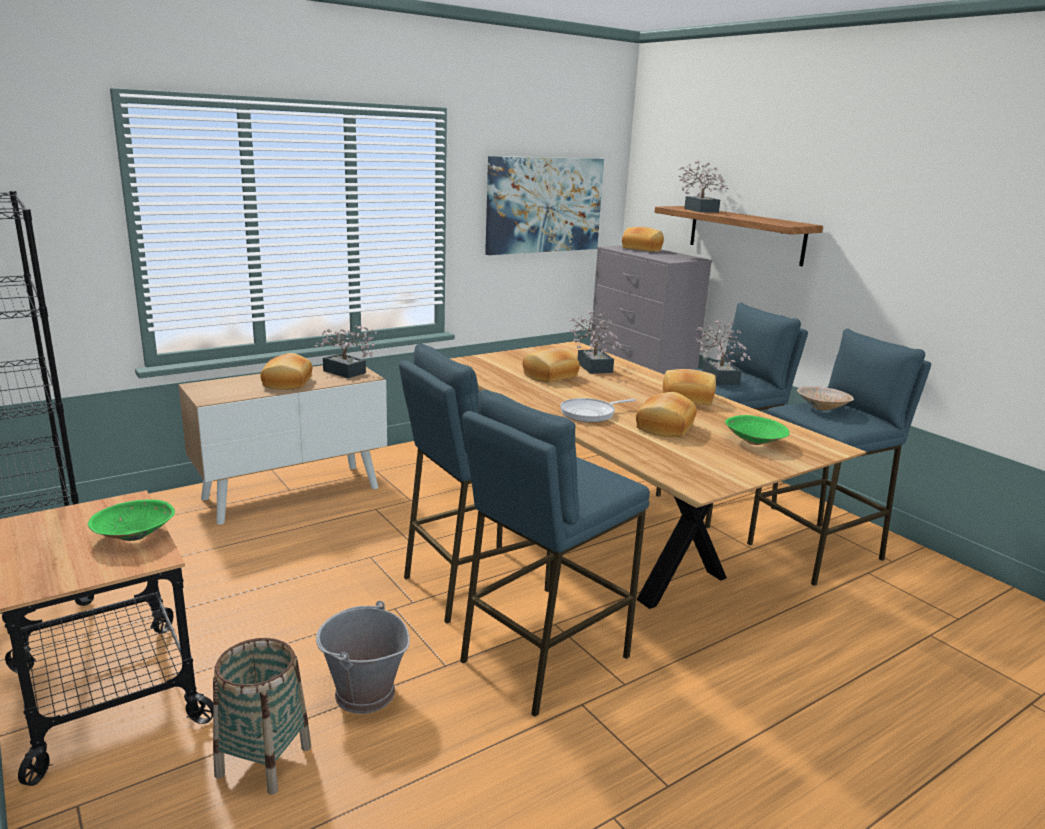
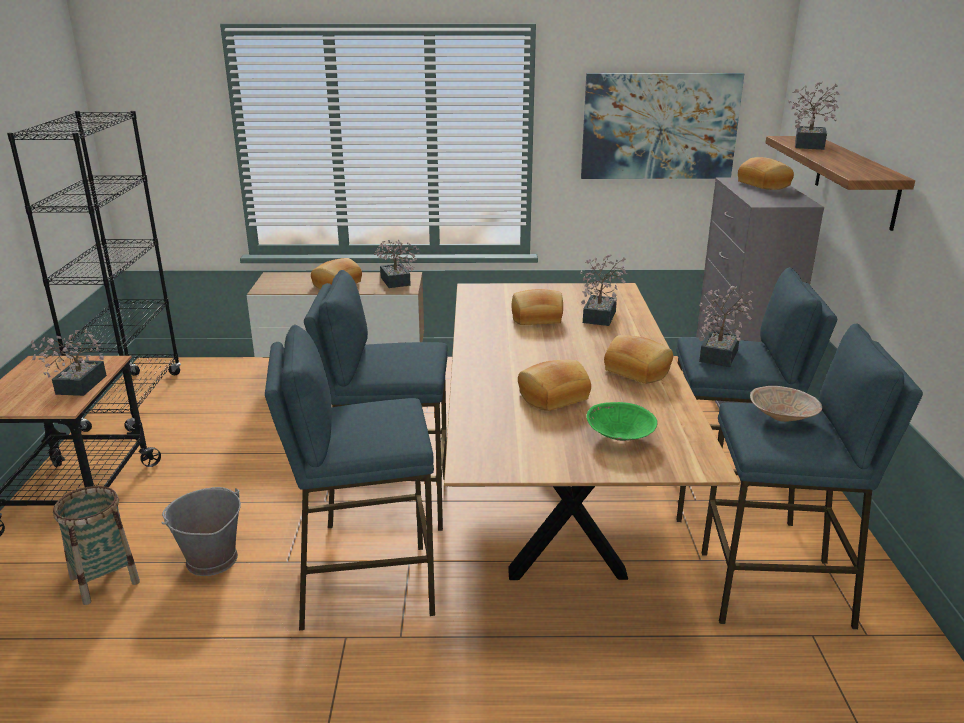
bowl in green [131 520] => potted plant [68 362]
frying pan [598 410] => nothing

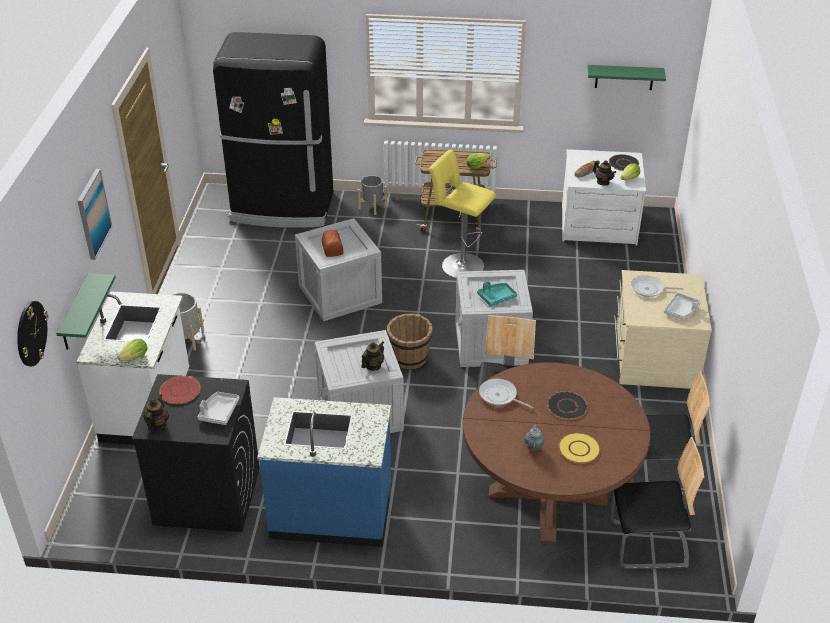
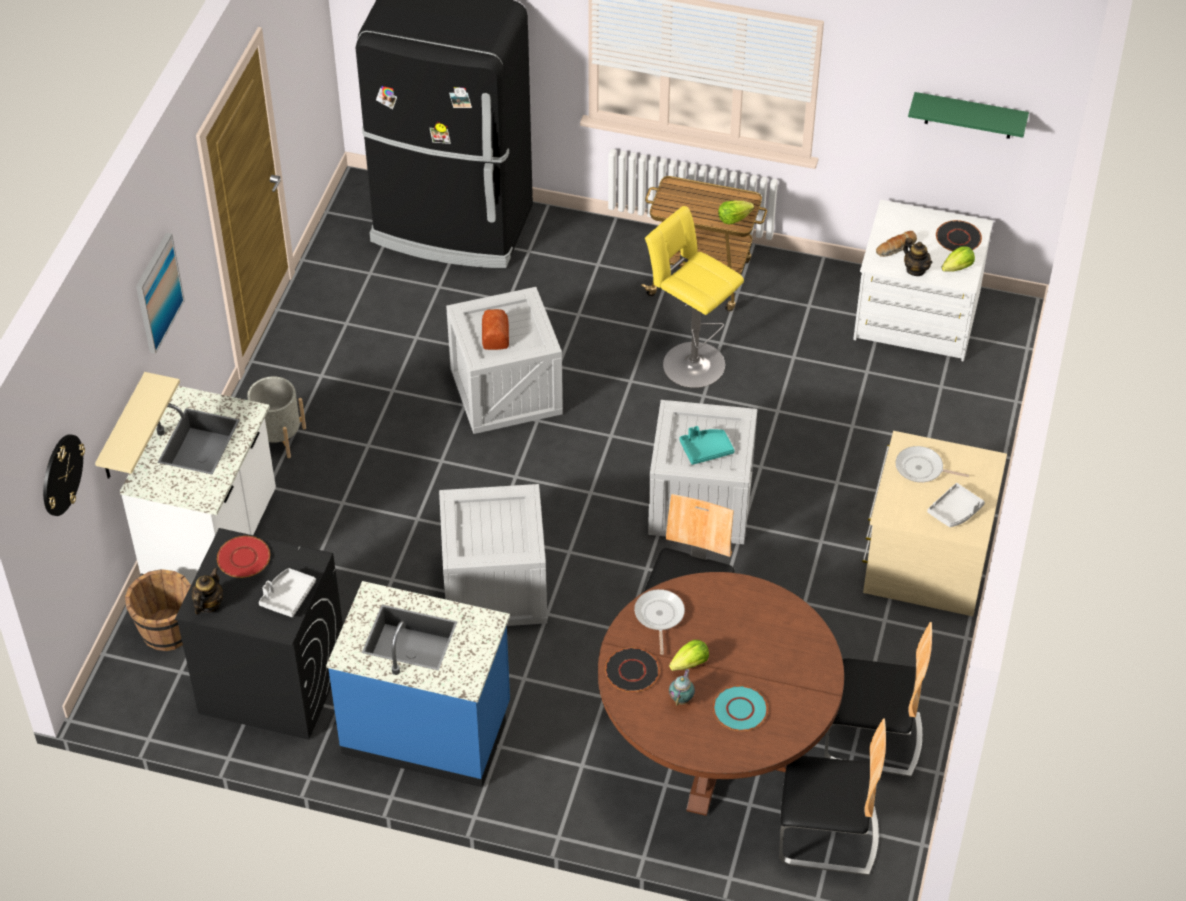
shelf in green [86 311] => shelf in beige [137 425]
lettuce [132 350] => lettuce [689 655], relocated
planter in grey [372 195] => nothing
teapot [372 356] => nothing
bucket in brown [409 341] => bucket in brown [158 610], relocated
frying pan [506 393] => frying pan [659 622], 45 degrees clockwise
plate in black [567 405] => plate in black [632 670], relocated
plate in yellow [579 448] => plate in turquoise [740 708]

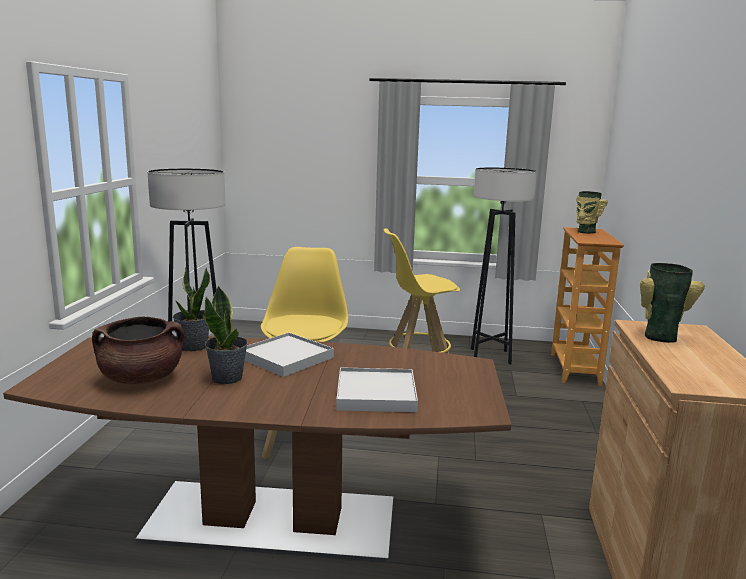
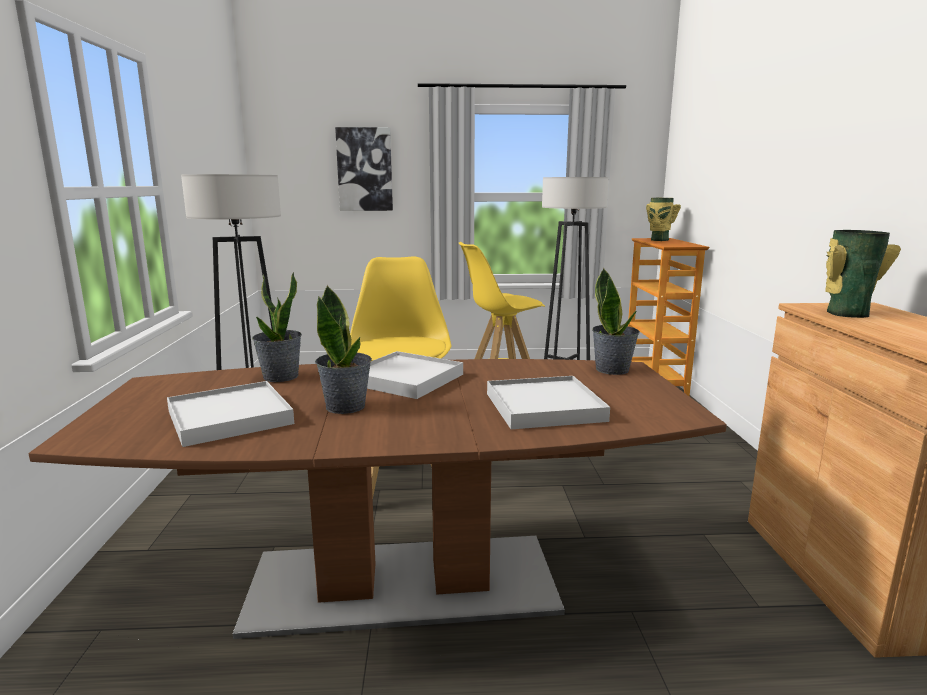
cooking pot in brown [138 350] => tray in white [230 414]
nothing => picture [364 169]
nothing => potted plant [616 321]

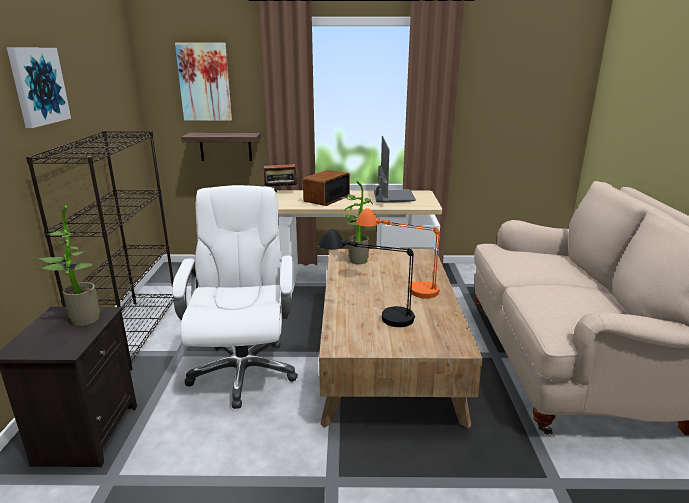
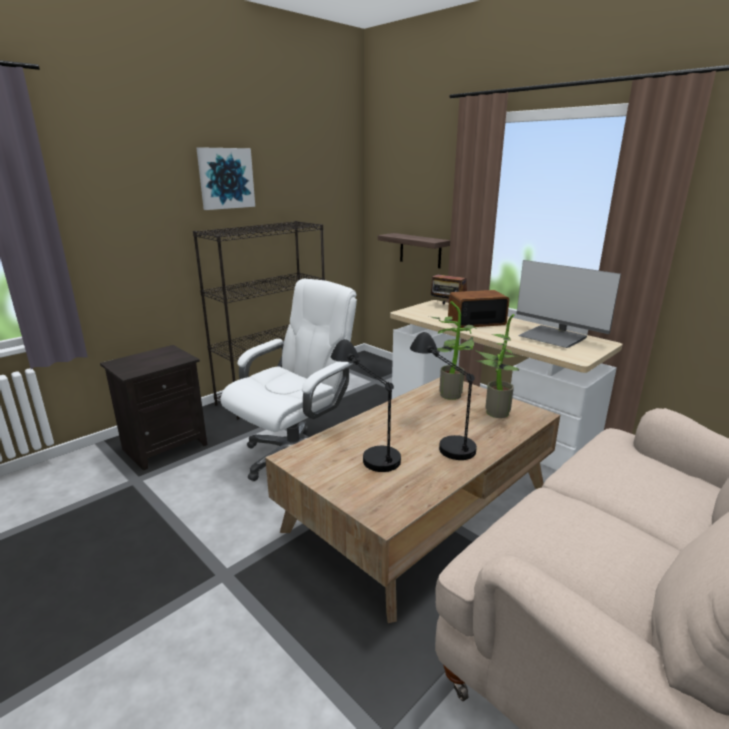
potted plant [67 265] => potted plant [497 366], relocated
picture [203 82] => nothing
table lamp in orange [398 253] => table lamp in black [443 396]
monitor [395 169] => monitor [568 304], 90 degrees clockwise

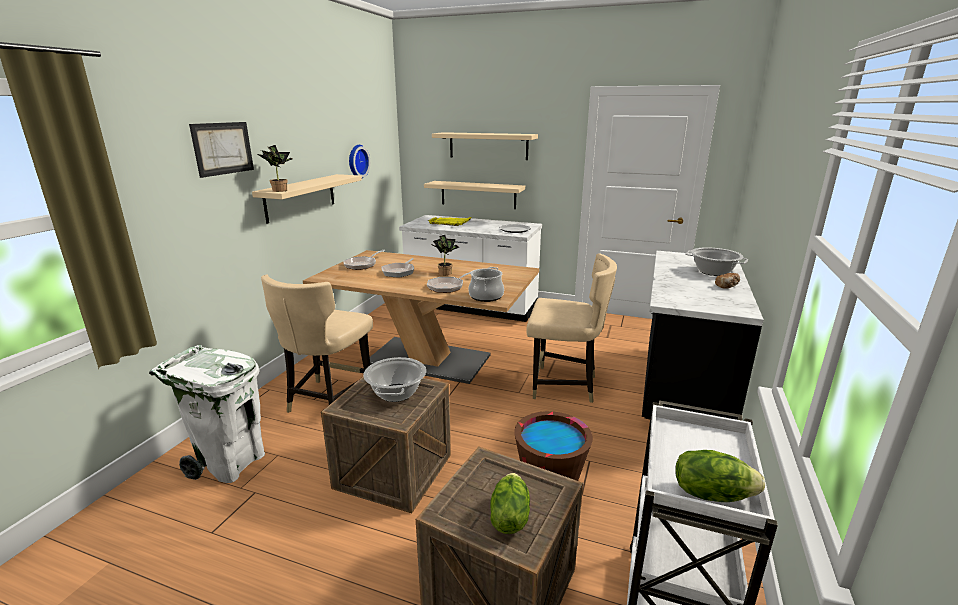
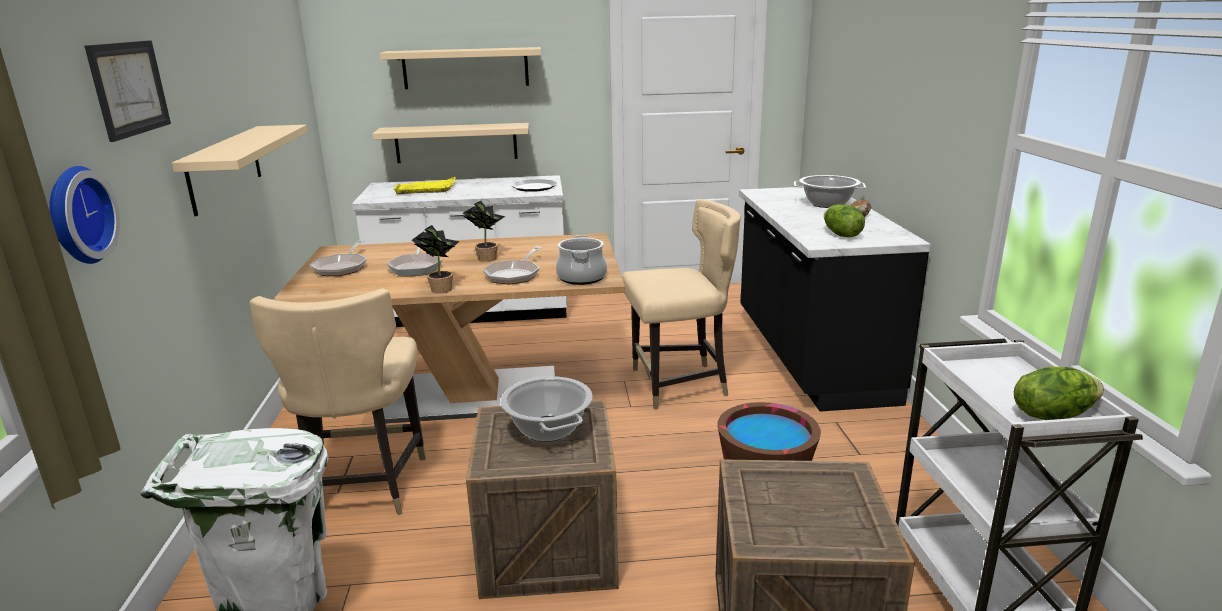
potted plant [275 168] => potted plant [436 259], relocated
wall clock [359 161] => wall clock [84 215], relocated
lettuce [510 503] => lettuce [844 220], relocated

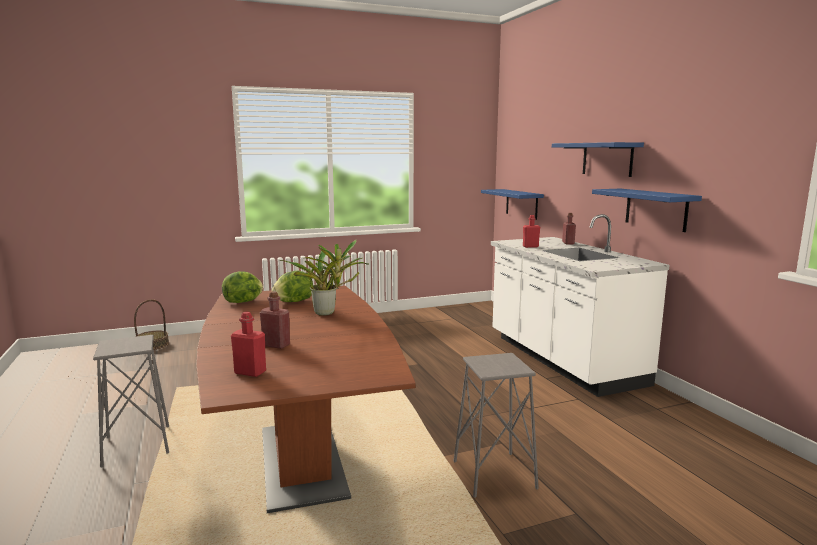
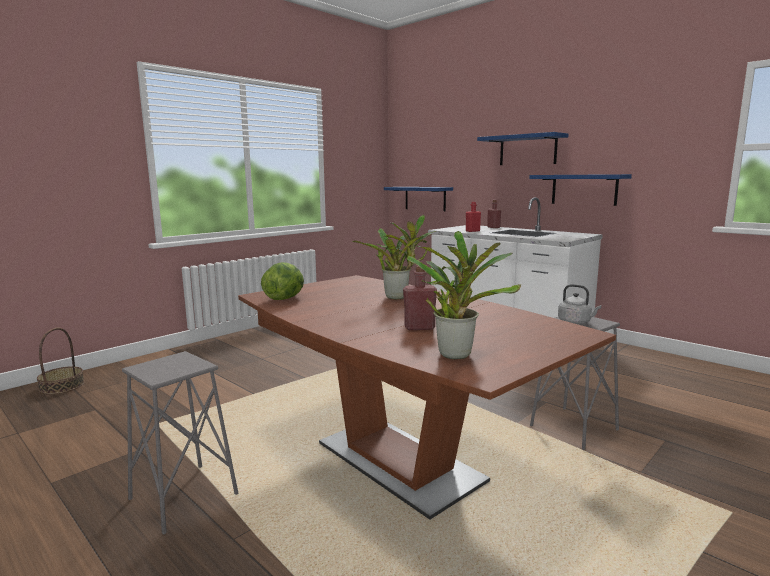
bottle in red [248 344] => potted plant [464 295]
lettuce [291 286] => nothing
nothing => kettle in grey [579 304]

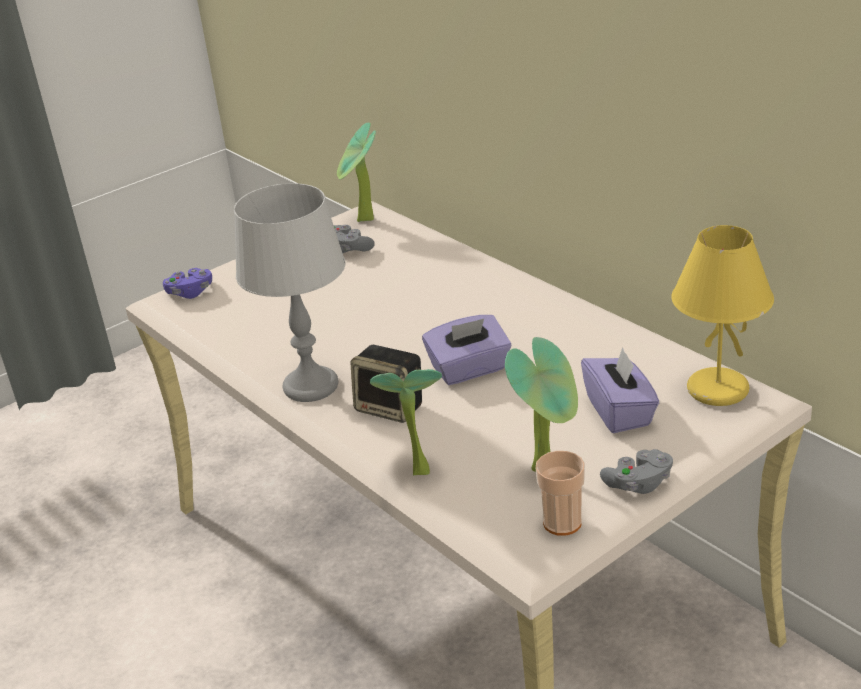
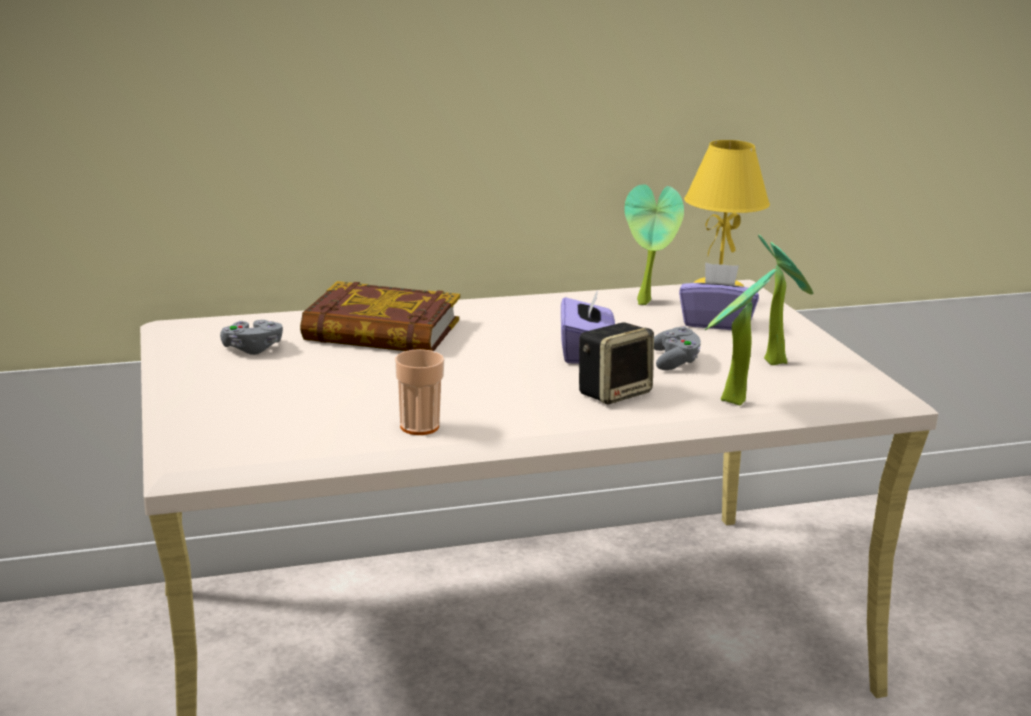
game controller in purple [187 283] => nothing
table lamp in grey [290 292] => nothing
potted plant [356 172] => potted plant [654 244], relocated
cup [560 493] => cup [419 392], relocated
game controller in grey [636 471] => game controller in grey [677 348], relocated
nothing => book [380 316]

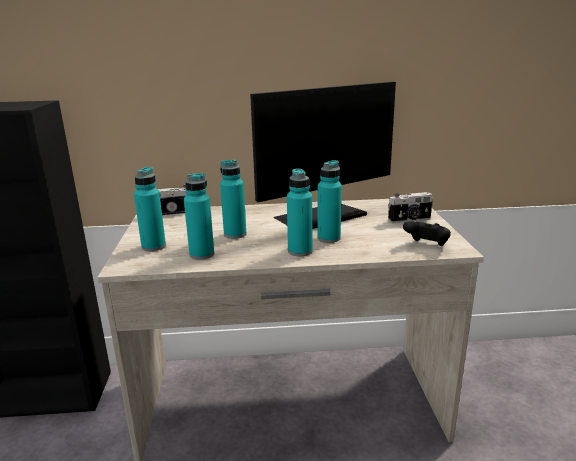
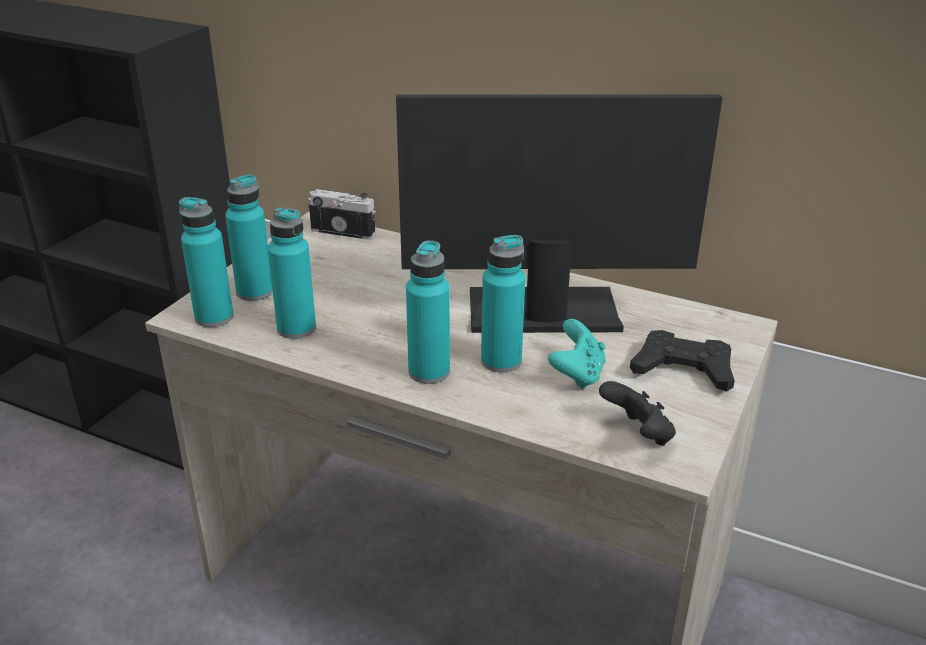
bottle in turquoise [233 199] => bottle in turquoise [206 262], relocated
photo camera [410 207] => game controller in black [682 361]
nothing => game controller in turquoise [576 354]

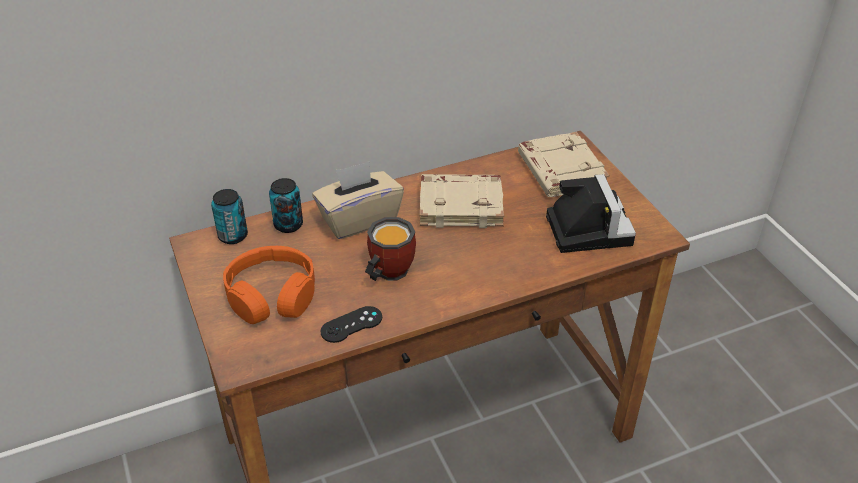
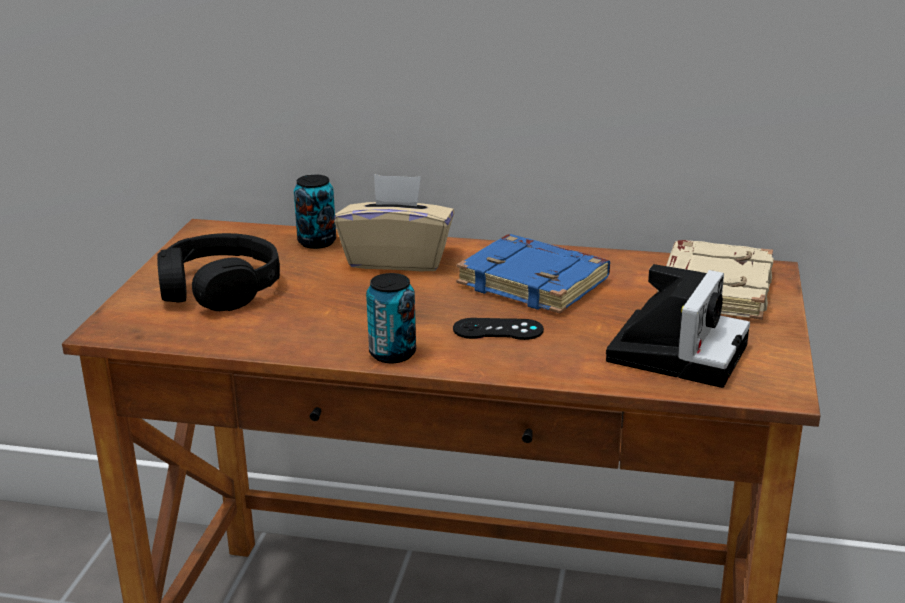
can [229 216] => can [391 318], relocated
headphones in orange [269 285] => headphones in black [218 272]
game controller in black [351 324] => game controller in black [498 329], relocated
mug [390 249] => nothing
book in beige [462 201] => book in blue [533 274]

